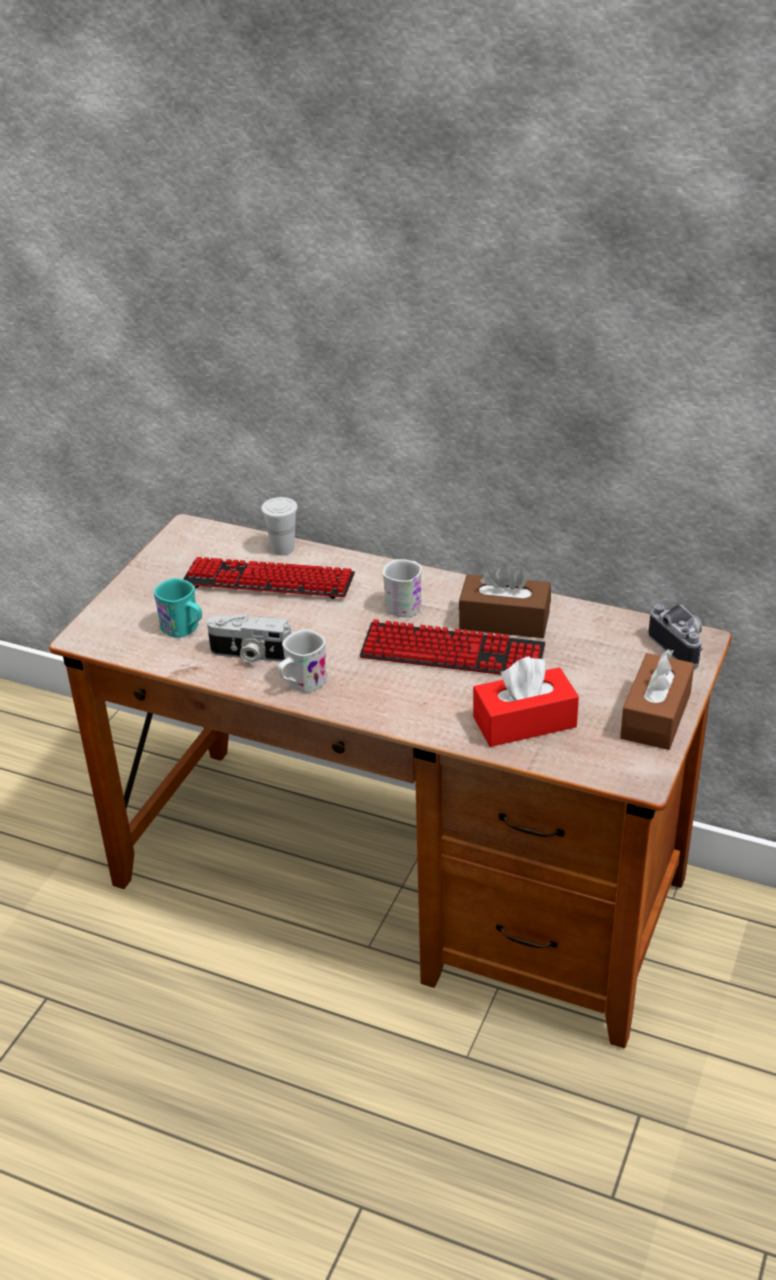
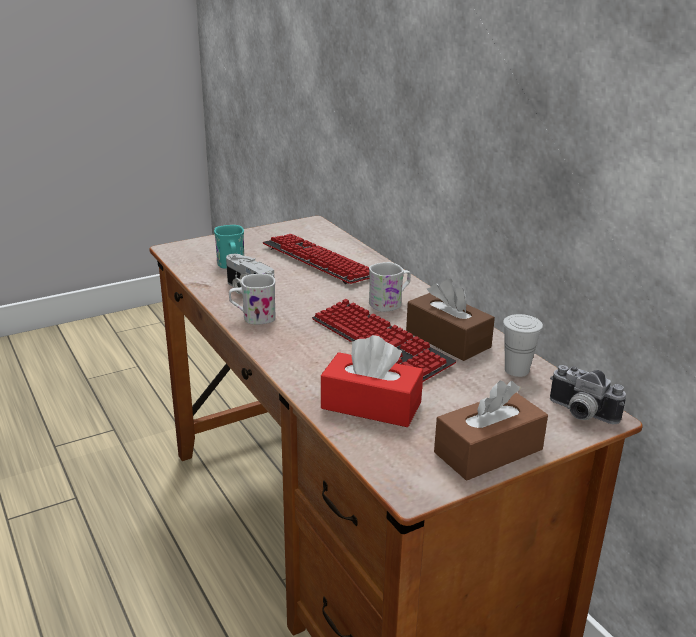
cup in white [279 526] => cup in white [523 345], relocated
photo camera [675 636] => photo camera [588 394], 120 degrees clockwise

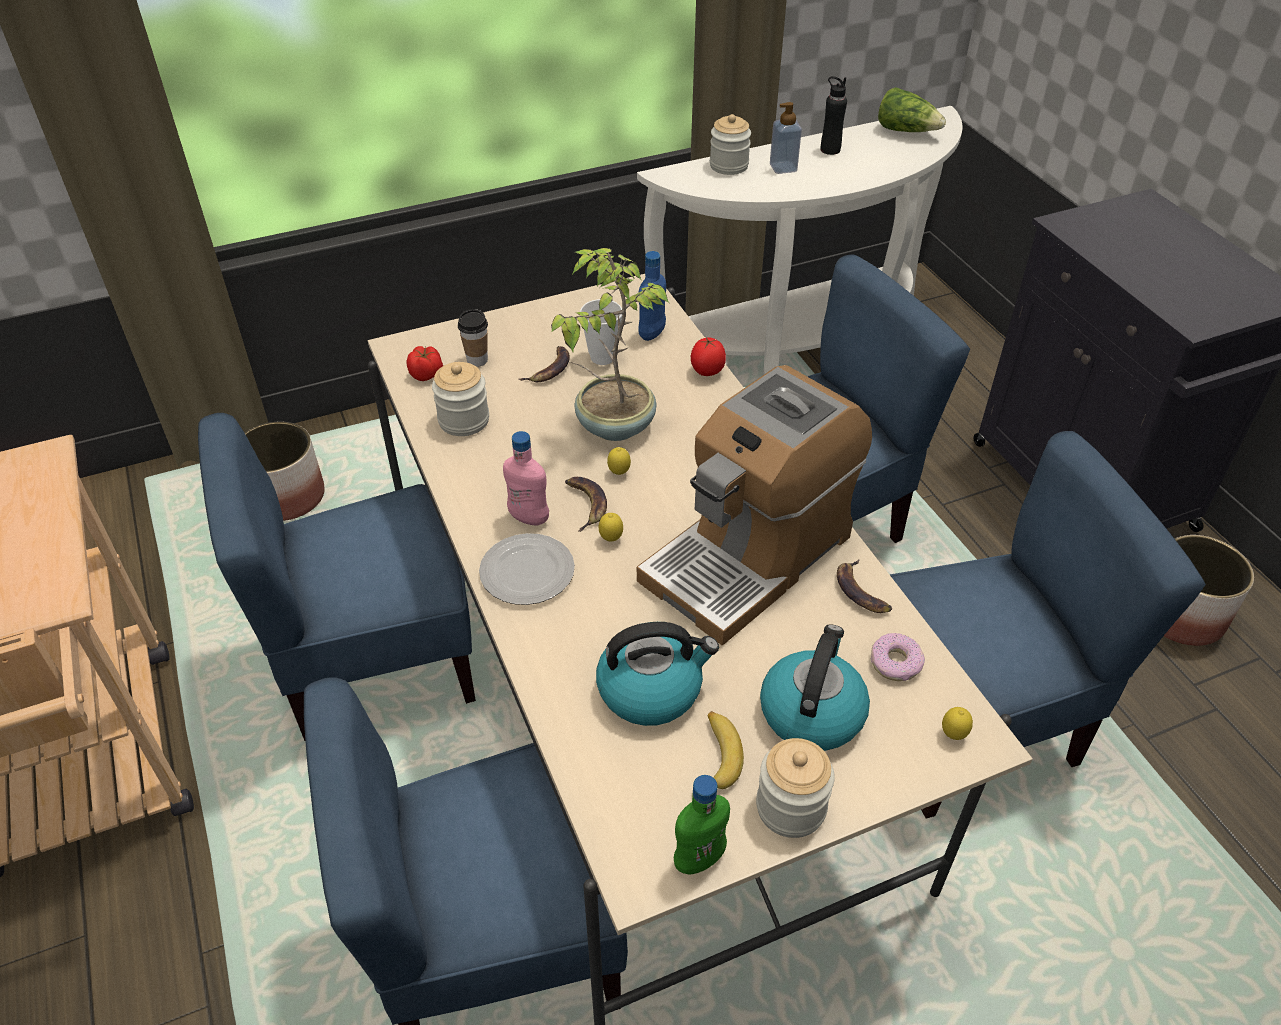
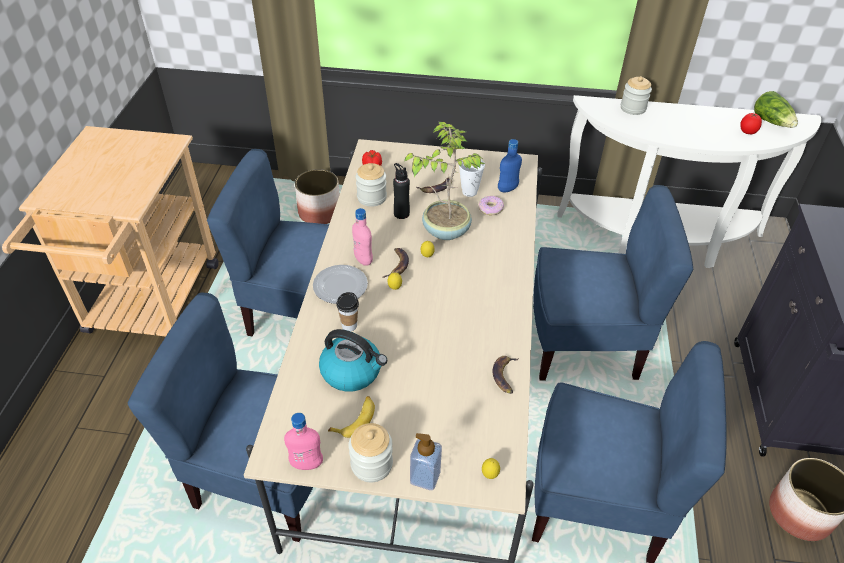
cup [473 338] => cup [348 311], relocated
coffee machine [754 505] => nothing
bottle in green [702 825] => bottle in pink [303 441]
tomato [708 357] => tomato [751 123], relocated
kettle [815 687] => nothing
soap dispenser [786 138] => soap dispenser [426 461], relocated
bottle in black [834 115] => bottle in black [401 191], relocated
donut [898 657] => donut [491 205], relocated

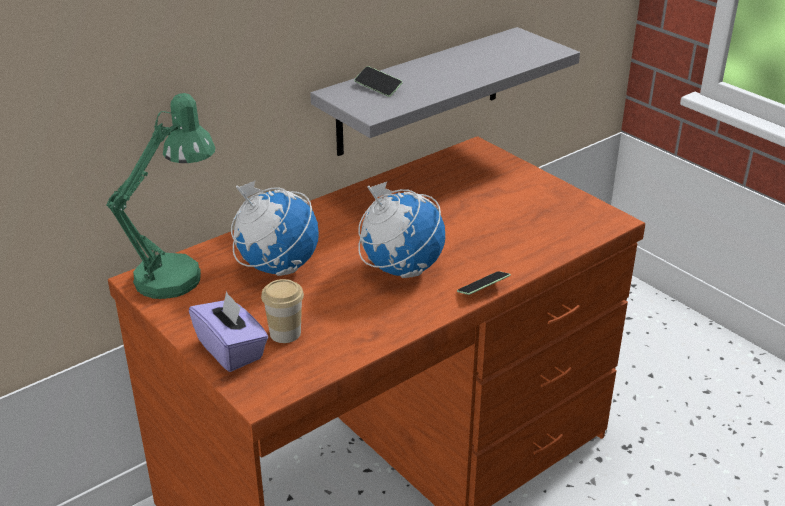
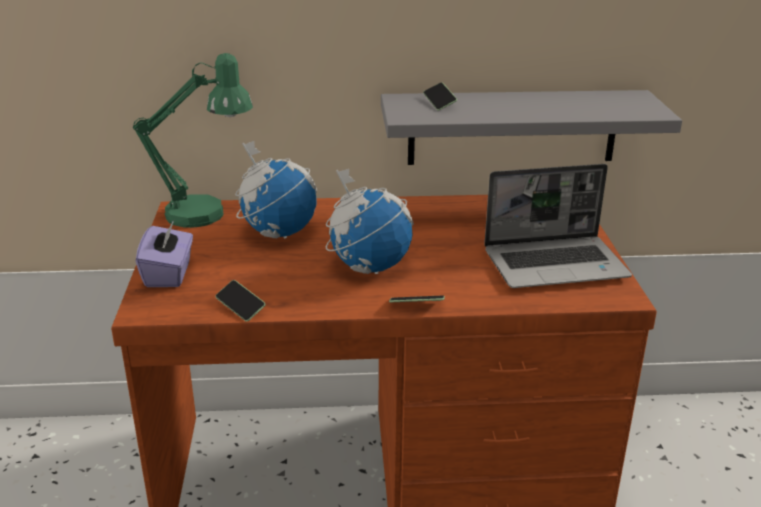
cup [282 311] => nothing
nothing => phone [240 301]
nothing => laptop [558 226]

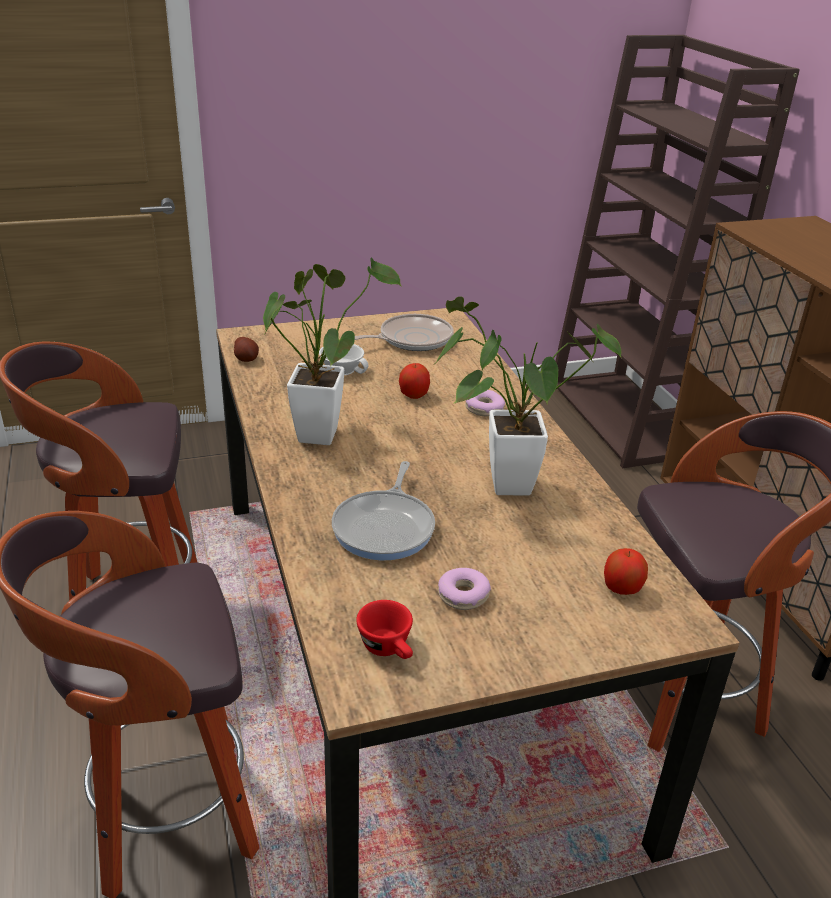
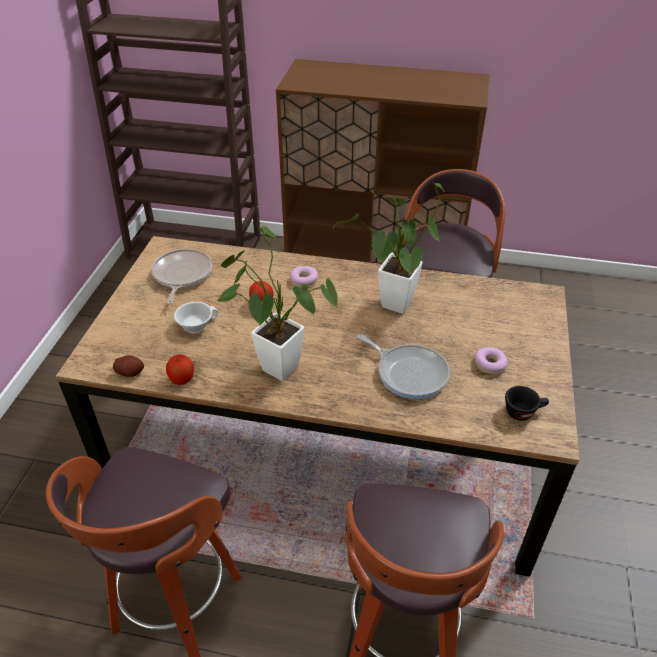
cup in red [384 629] => cup in black [527 403]
apple [626 571] => apple [180 370], relocated

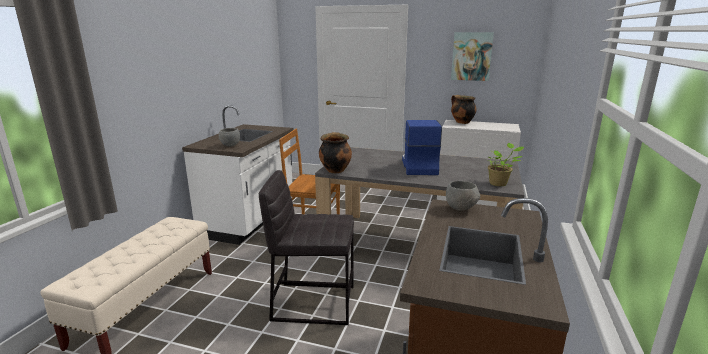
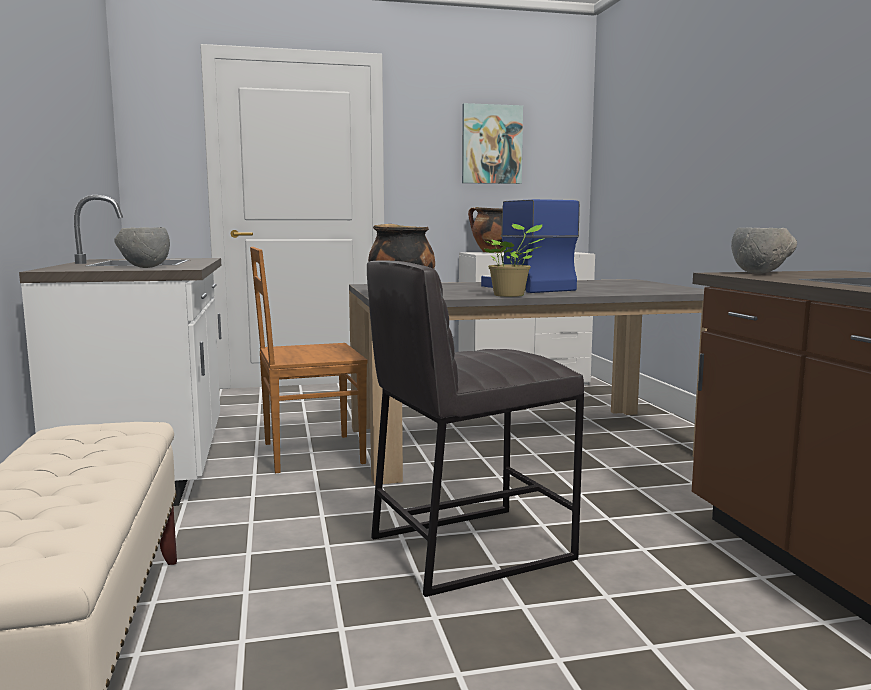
potted plant [506 164] => potted plant [514 260], relocated

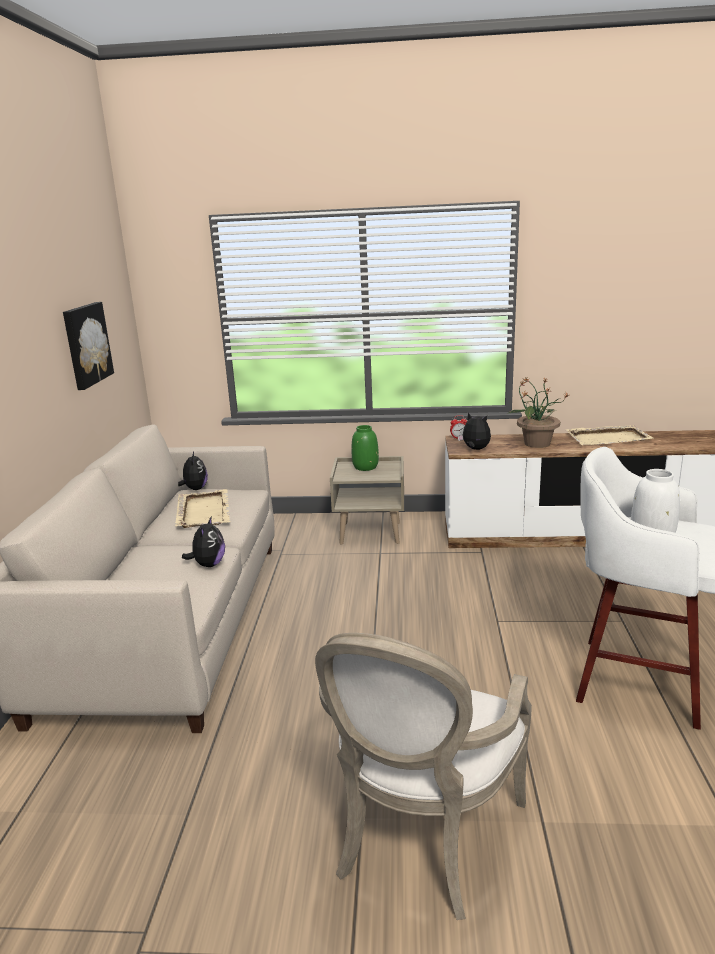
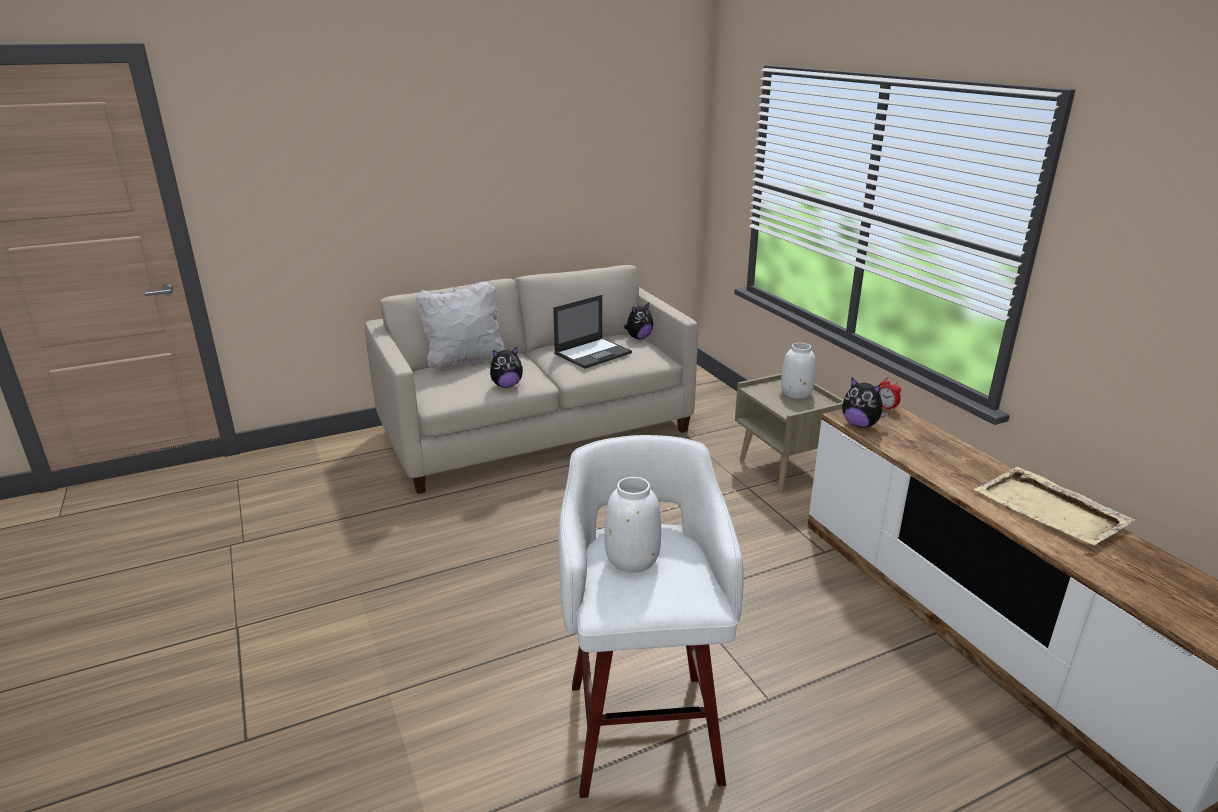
picture [88 346] => nothing
tray in beige [203 508] => laptop [592 332]
armchair [423 776] => nothing
vase in green [365 448] => vase in white [798 371]
plush toy [474 431] => plush toy [865 402], 120 degrees clockwise
potted plant [538 412] => nothing
nothing => pillow in white [460 326]

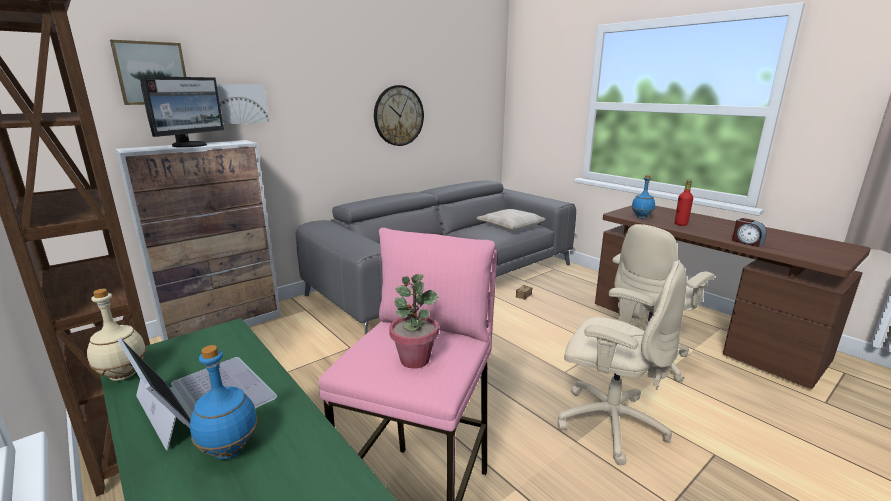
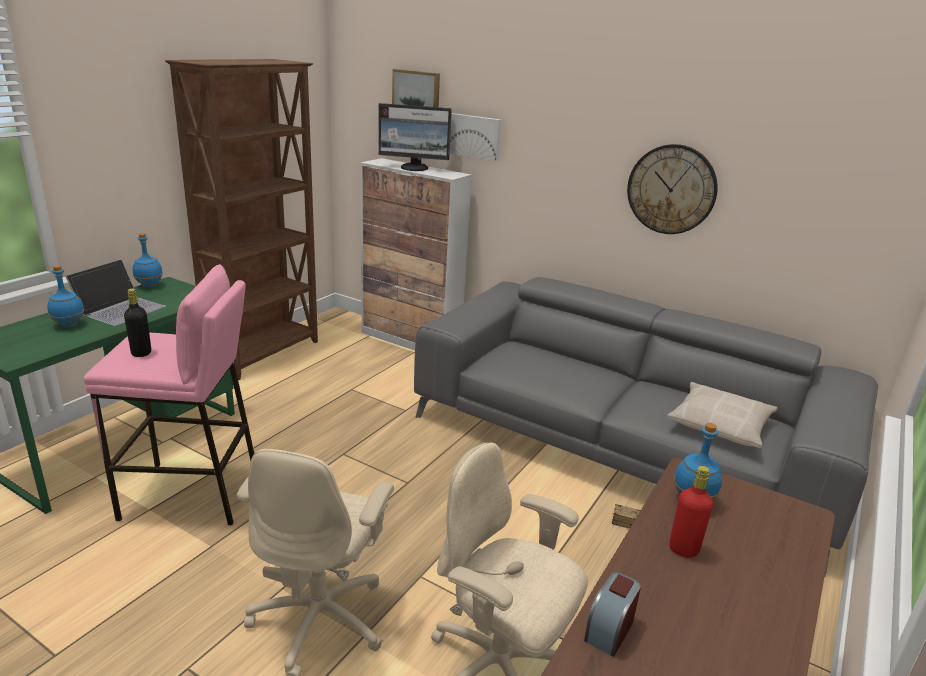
bottle in beige [116 335] => bottle in blue [148 260]
potted plant [414 321] => bottle in black [137 322]

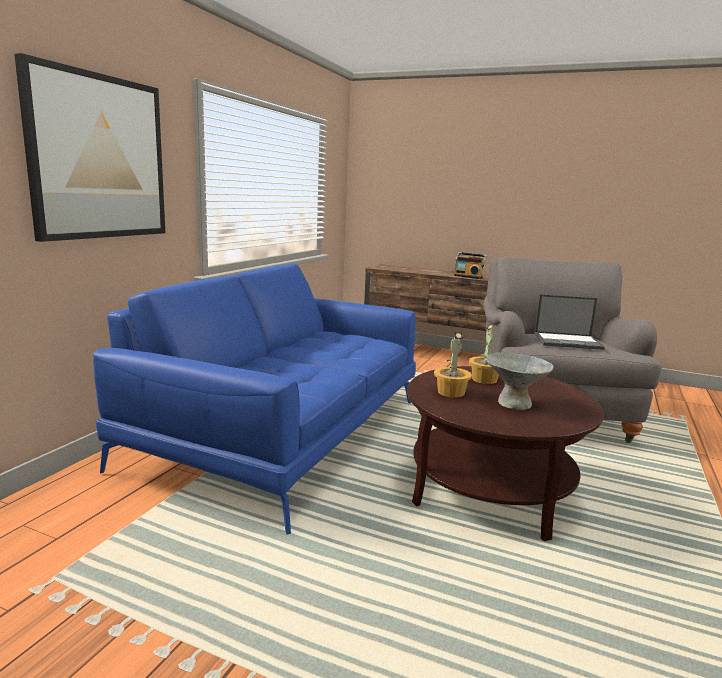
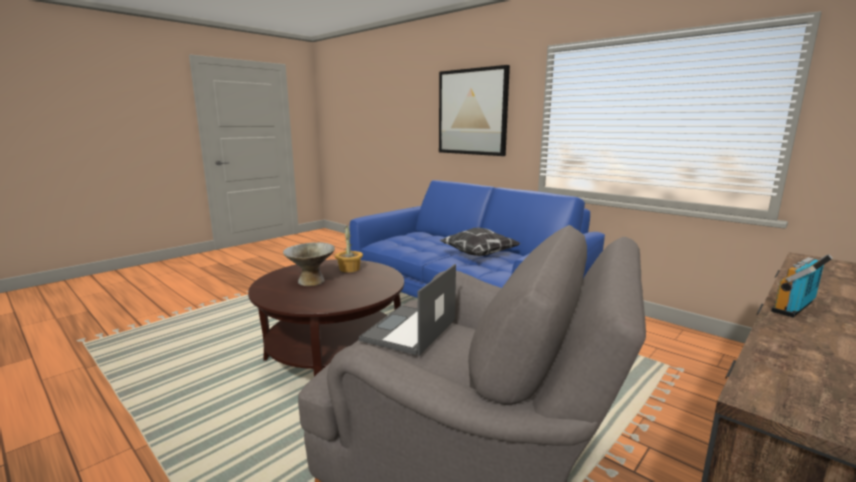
potted plant [484 354] => nothing
nothing => pillow [480 242]

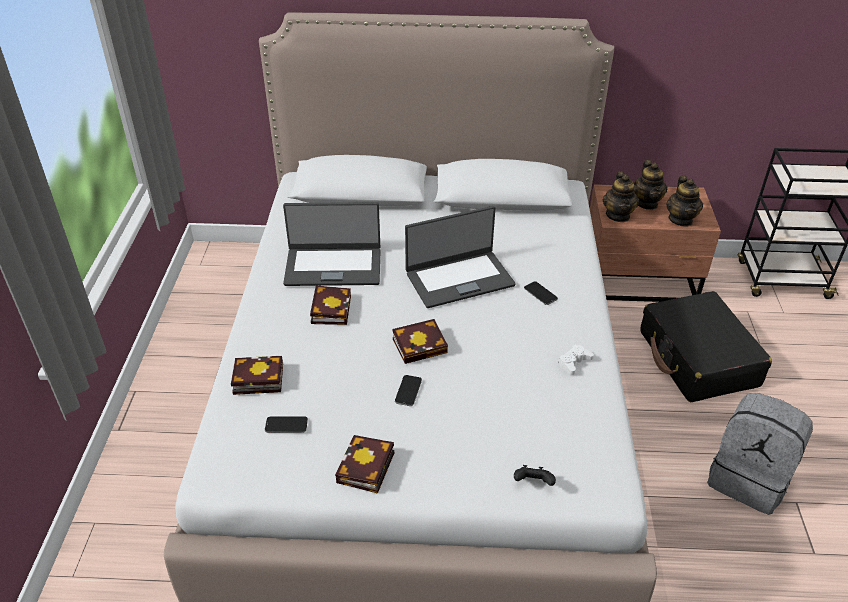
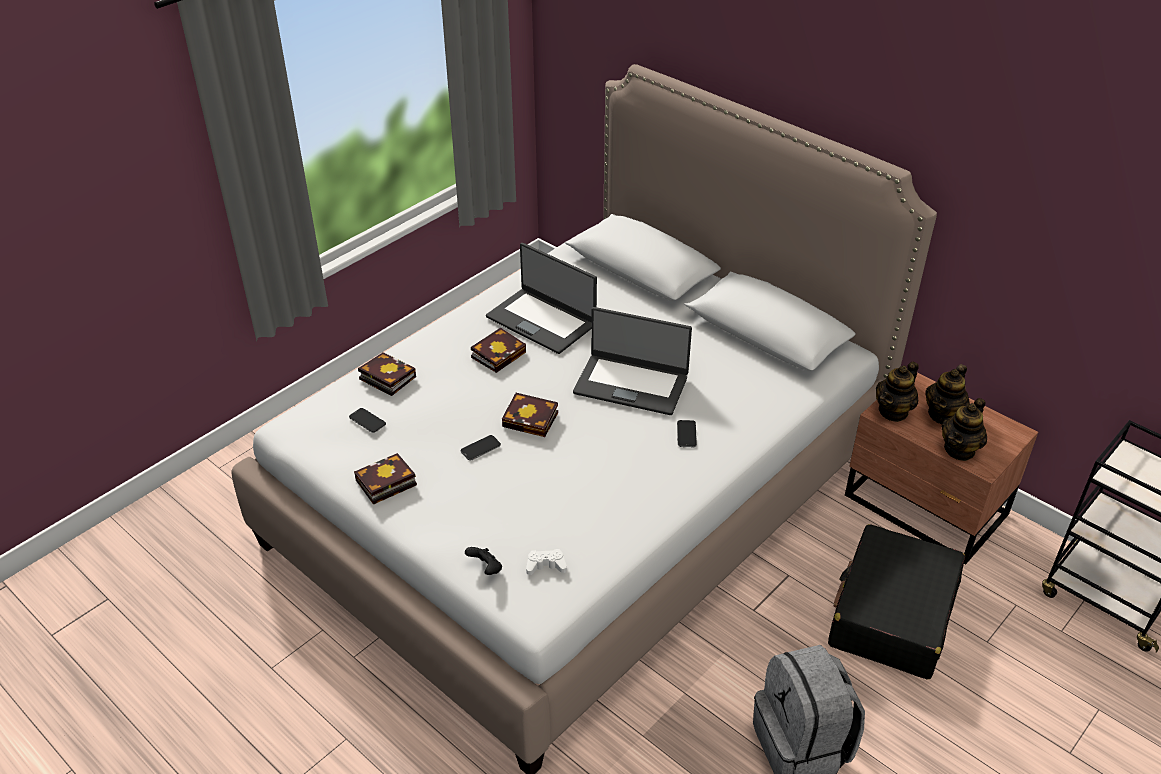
game controller in white [576 360] => game controller in white [546 562], relocated

